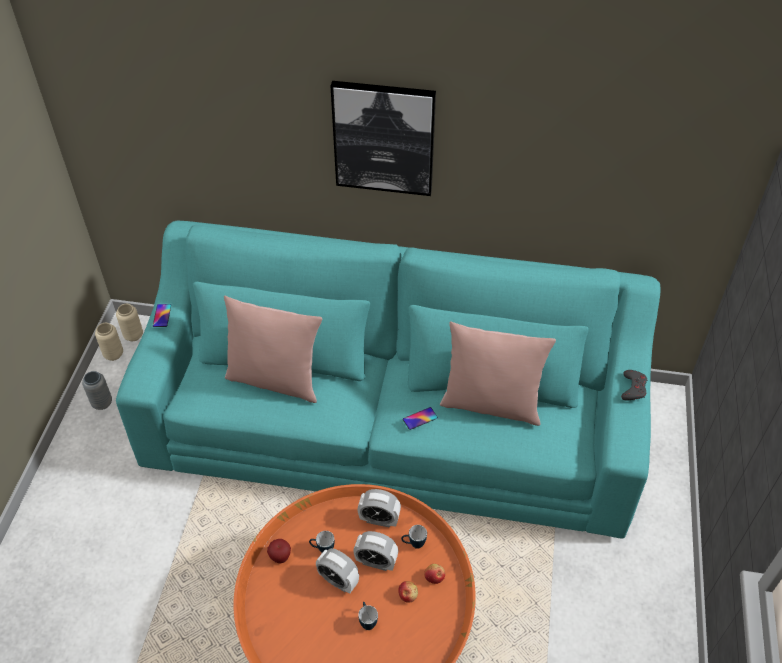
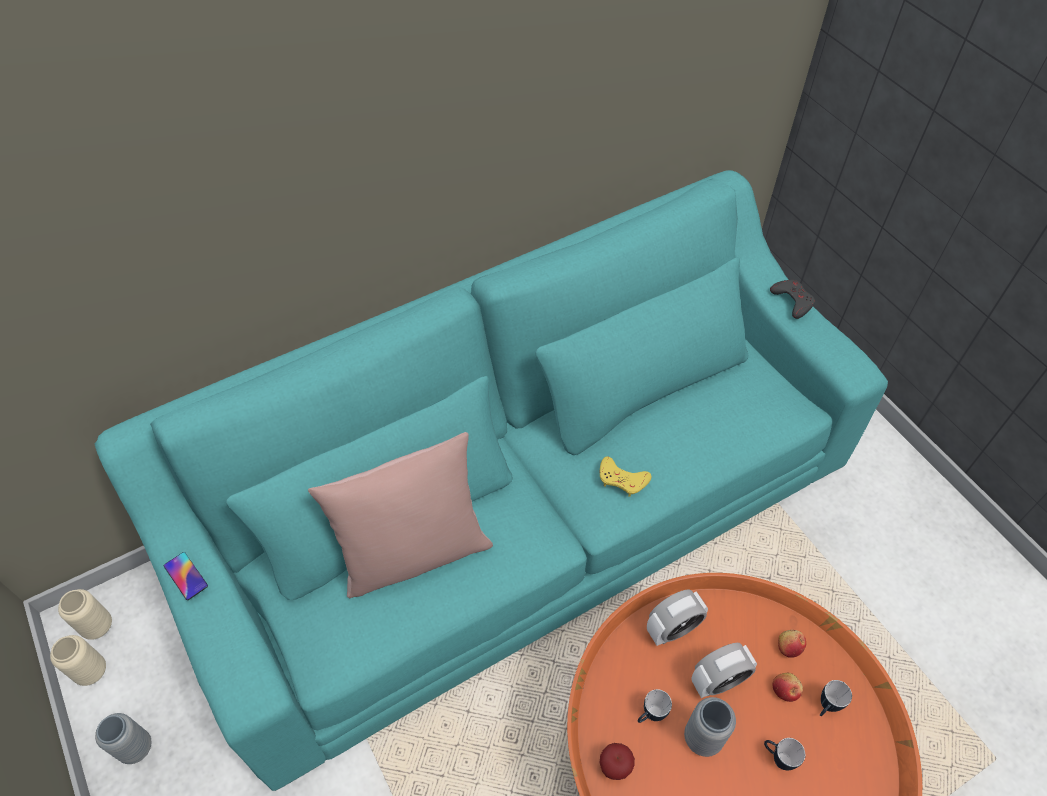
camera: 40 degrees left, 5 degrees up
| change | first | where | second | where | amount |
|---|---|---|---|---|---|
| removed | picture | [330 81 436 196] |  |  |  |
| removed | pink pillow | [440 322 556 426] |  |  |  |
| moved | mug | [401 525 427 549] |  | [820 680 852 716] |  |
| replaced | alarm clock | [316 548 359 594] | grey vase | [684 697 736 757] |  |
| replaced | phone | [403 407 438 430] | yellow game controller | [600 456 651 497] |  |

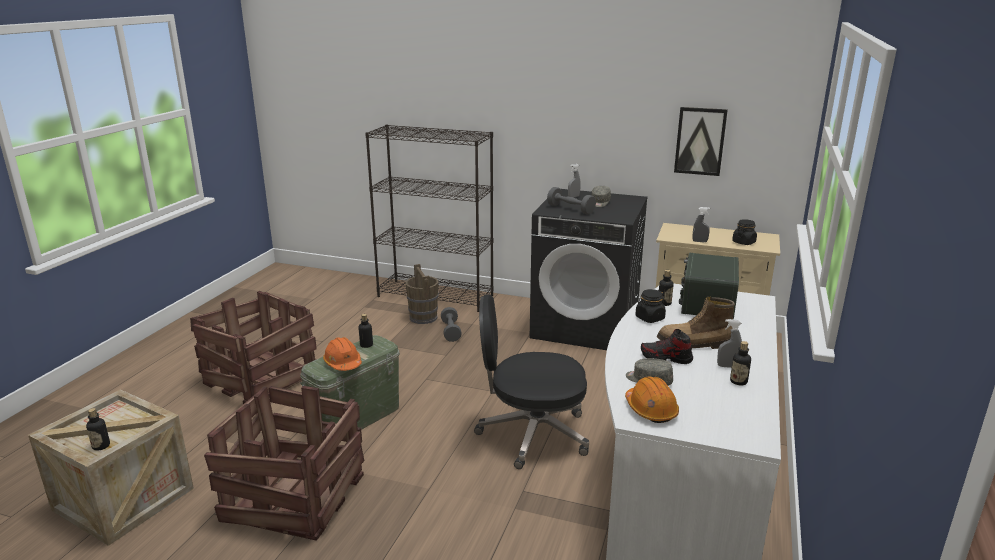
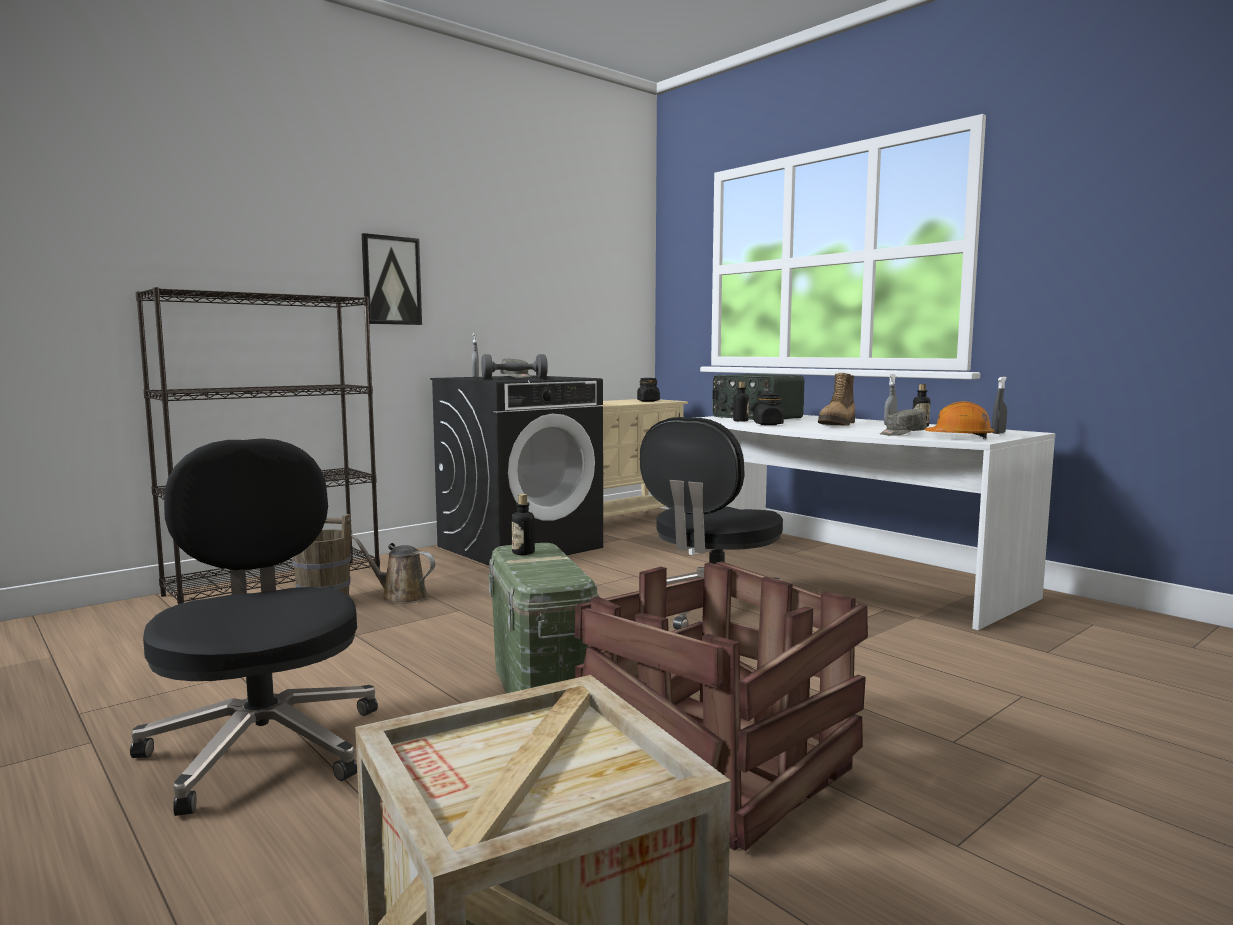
camera: 60 degrees left, 15 degrees down
| change | first | where | second | where | amount |
|---|---|---|---|---|---|
| removed | bottle | [86 408 110 451] |  |  |  |
| removed | orange hard hat | [323 337 362 371] |  |  |  |
| removed | shoe | [641 329 693 364] |  |  |  |
| moved | picture | [674 107 728 176] |  | [361 233 422 325] |  |
| moved | grey spray bottle | [693 207 710 242] |  | [992 376 1007 434] |  |
| replaced | crate | [190 291 317 404] | black office chair | [130 438 378 816] |  |
| replaced | grey dumbbell | [441 307 462 342] | brown watering can | [351 535 436 604] |  |

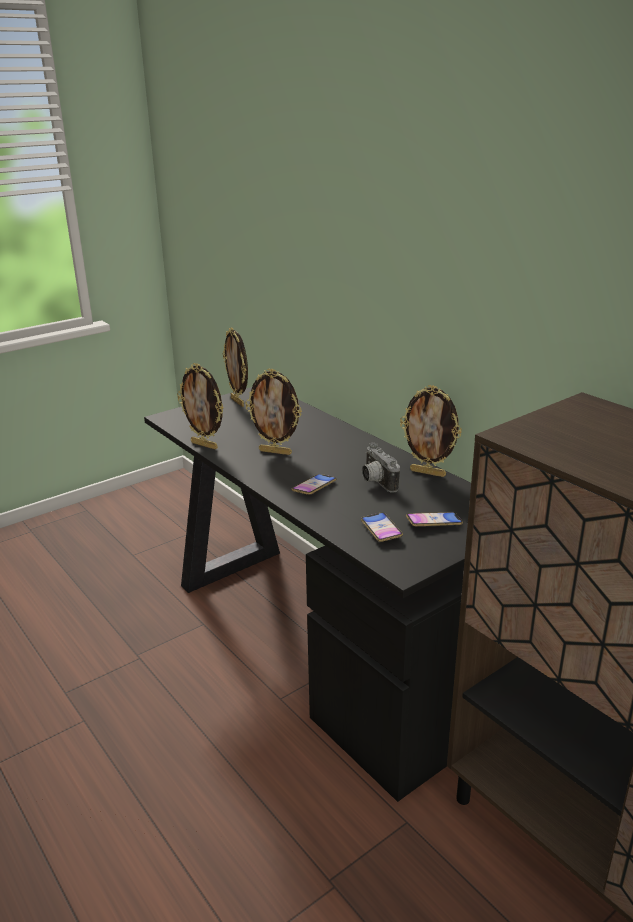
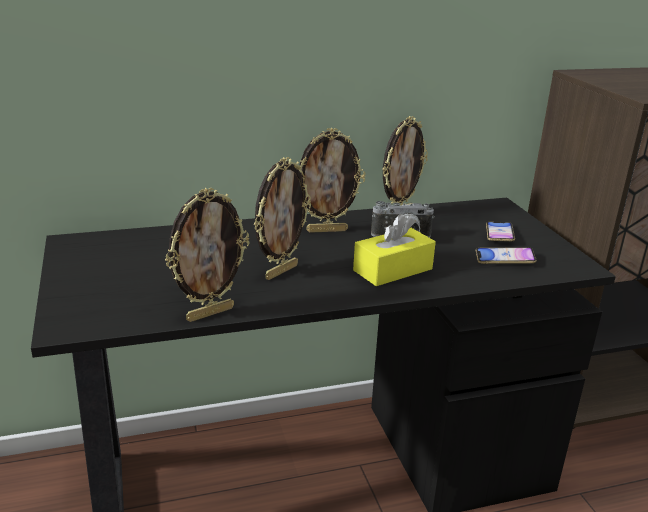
camera: 70 degrees left, 0 degrees up
| change | first | where | second | where | amount |
|---|---|---|---|---|---|
| moved | picture frame | [223 327 248 407] |  | [299 128 365 233] |  |
| replaced | phone | [292 474 337 495] | yellow tissue box | [353 214 436 286] |  |

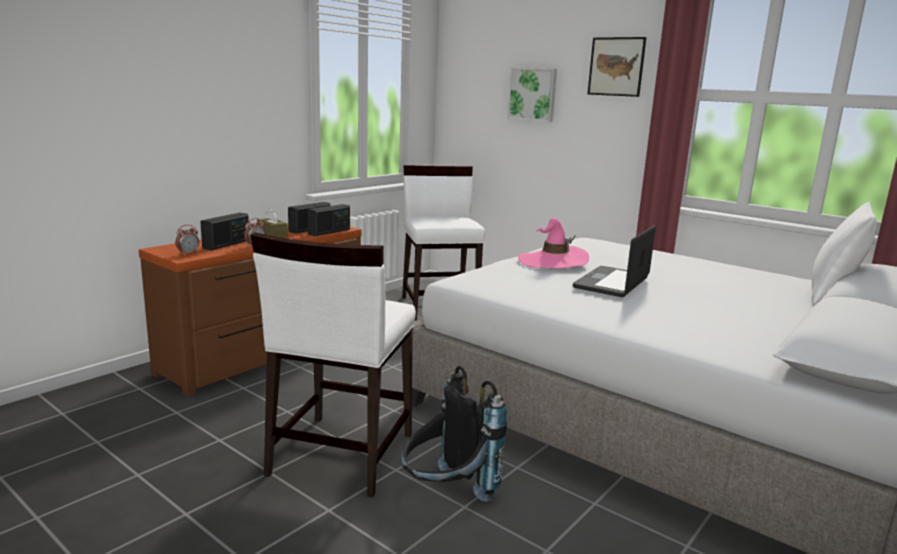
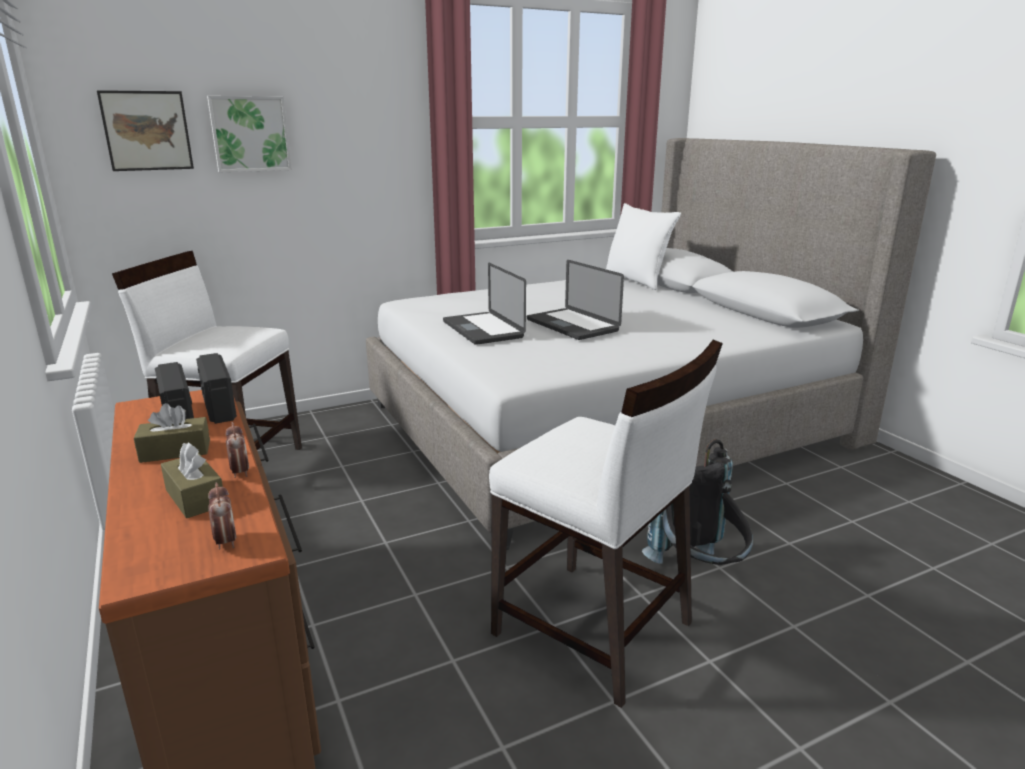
camera: 65 degrees left, 5 degrees up
| change | first | where | second | where | amount |
|---|---|---|---|---|---|
| moved | picture | [588 37 646 97] |  | [97 90 194 171] |  |
| replaced | radio | [200 213 249 250] | brown tissue box | [161 442 224 518] |  |
| replaced | pink hat | [518 218 589 268] | laptop | [443 263 526 345] |  |

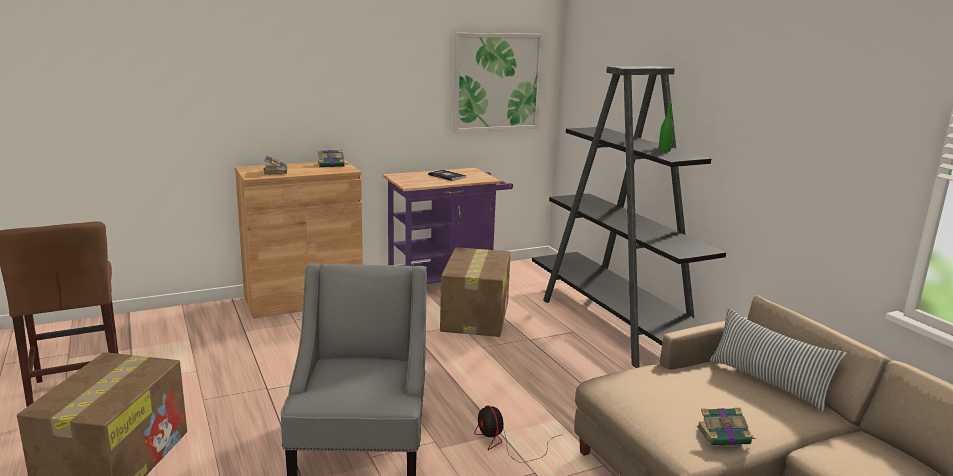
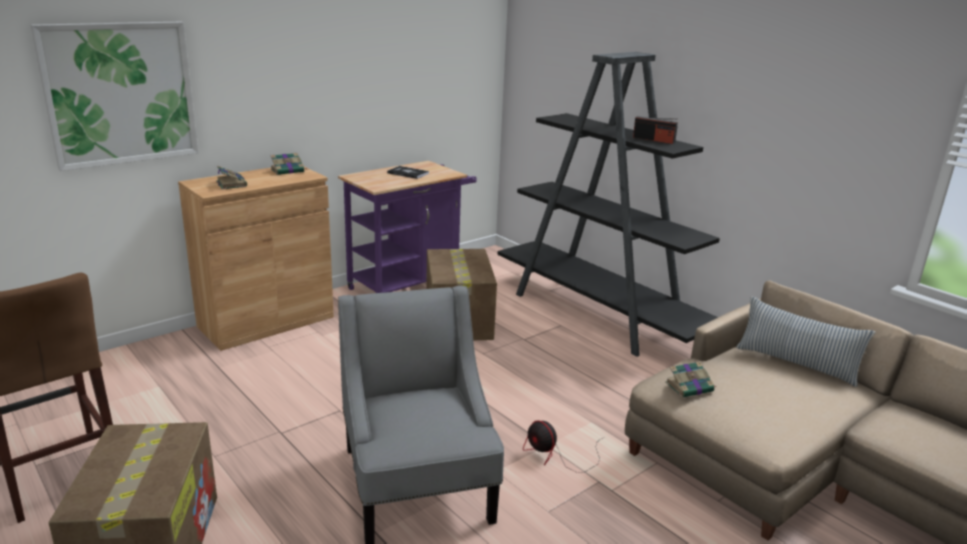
camera: 15 degrees left, 5 degrees up
| change | first | where | second | where | amount |
|---|---|---|---|---|---|
| moved | picture | [453 33 544 133] |  | [31 22 199 171] |  |
| moved | book | [697 408 756 446] |  | [665 361 716 398] |  |
| replaced | green bottle | [659 102 674 152] | radio | [633 116 678 144] |  |

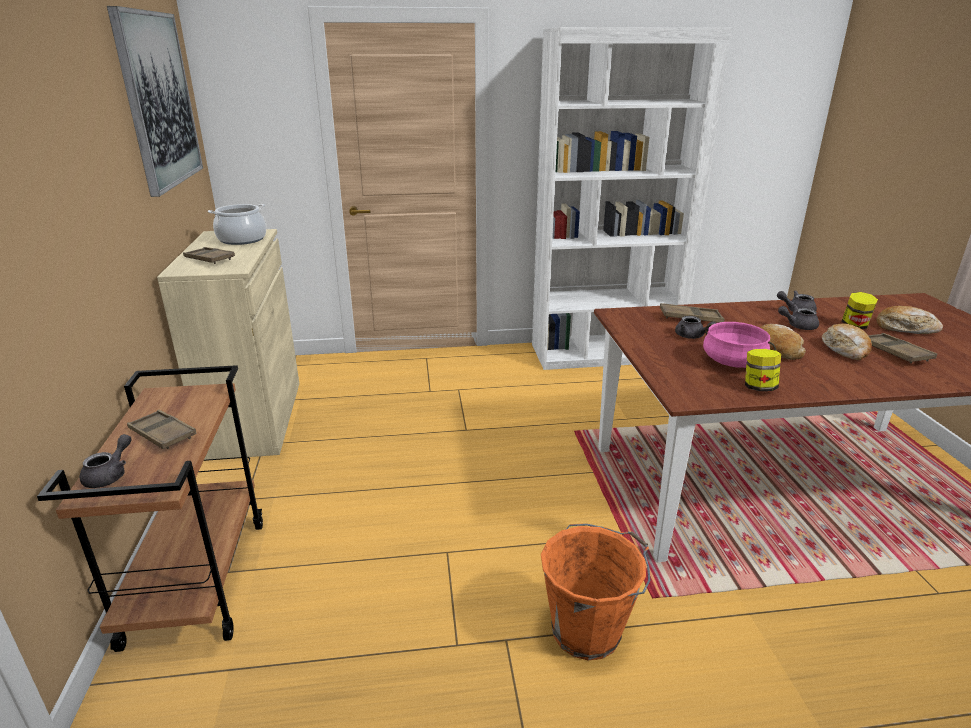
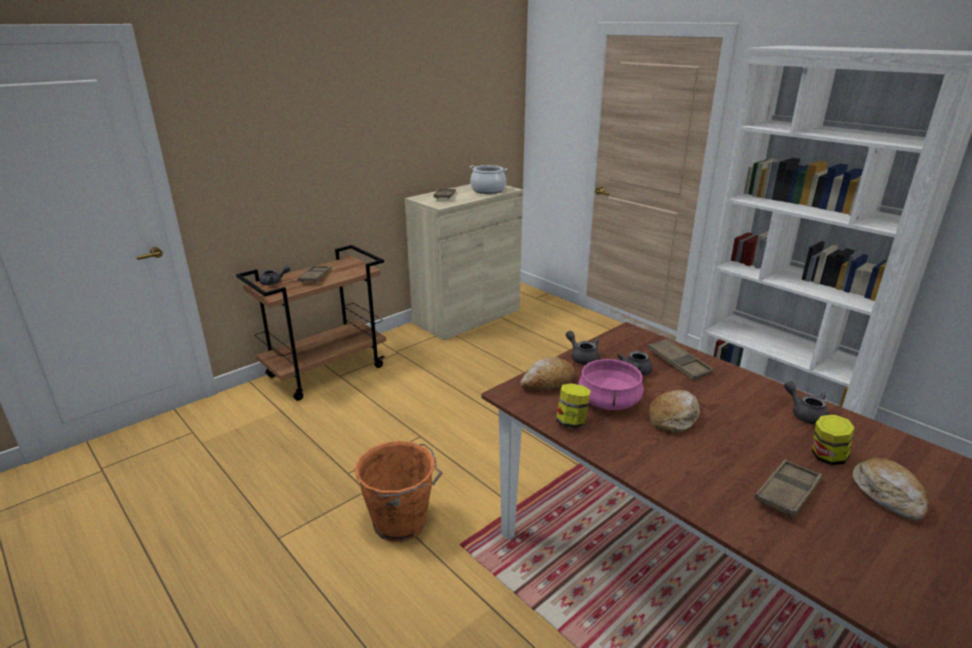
camera: 55 degrees right, 0 degrees up
| change | first | where | second | where | amount |
|---|---|---|---|---|---|
| removed | picture | [107 6 203 197] |  |  |  |
| moved | grey teapot | [778 304 819 330] |  | [566 331 600 365] |  |
| moved | bread | [822 323 872 360] |  | [520 357 575 391] |  |

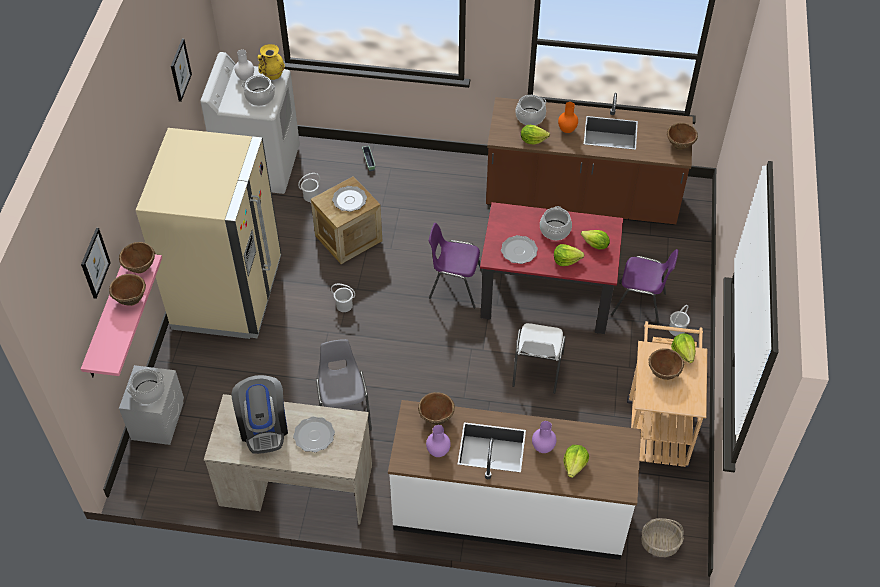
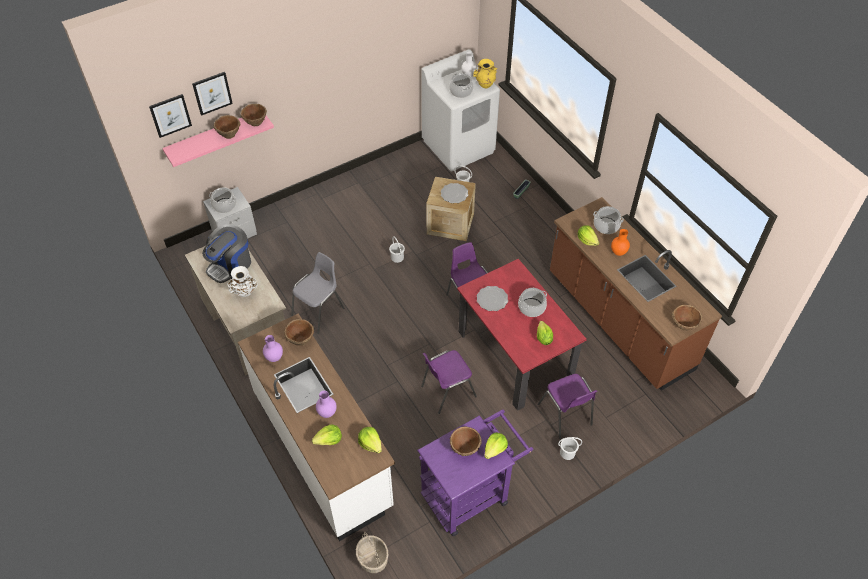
camera: 50 degrees right, 0 degrees up
| change | first | where | second | where | amount |
|---|---|---|---|---|---|
| removed | beige fridge | [136 128 281 339] |  |  |  |
| moved | picture | [171 39 192 102] |  | [149 94 192 138] |  |
| moved | lettuce | [554 244 584 266] |  | [358 427 382 453] |  |
| replaced | plate | [293 417 335 452] | white vase | [227 266 258 297] |  |
| recoloured | white chair | [512 323 566 394] | purple chair | [421 350 477 414] |  |
| recoloured | beige cart | [627 321 707 467] | purple cart | [417 410 533 536] |  |

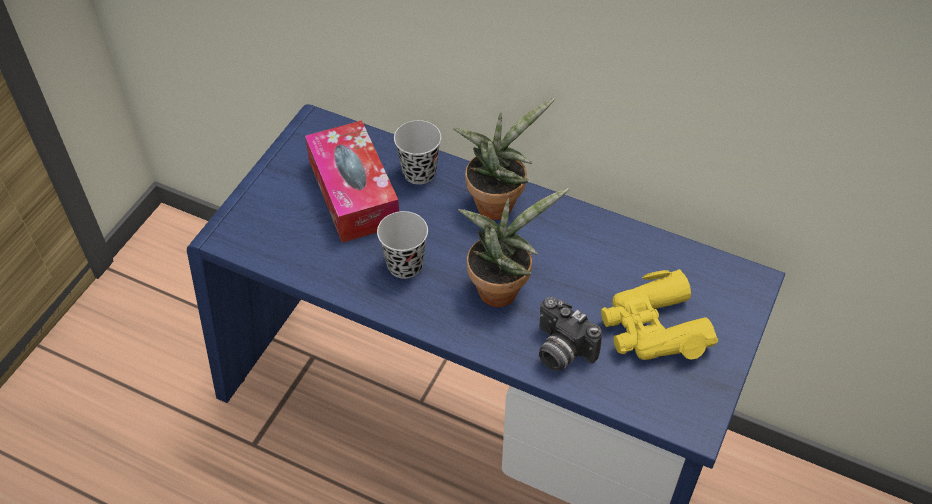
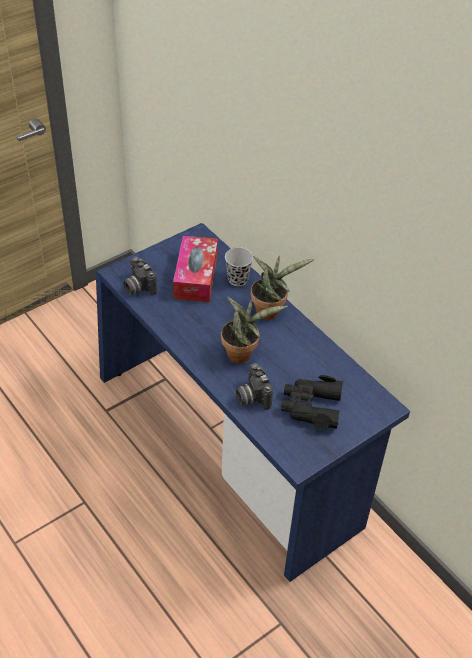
camera: 25 degrees right, 5 degrees down
| change | first | where | second | where | amount |
|---|---|---|---|---|---|
| removed | black cup | [377 211 428 279] |  |  |  |
| added |  |  | photo camera | [123 257 157 296] |  |
| recoloured | yellow binoculars | [601 269 718 360] | black binoculars | [281 375 343 430] |  |

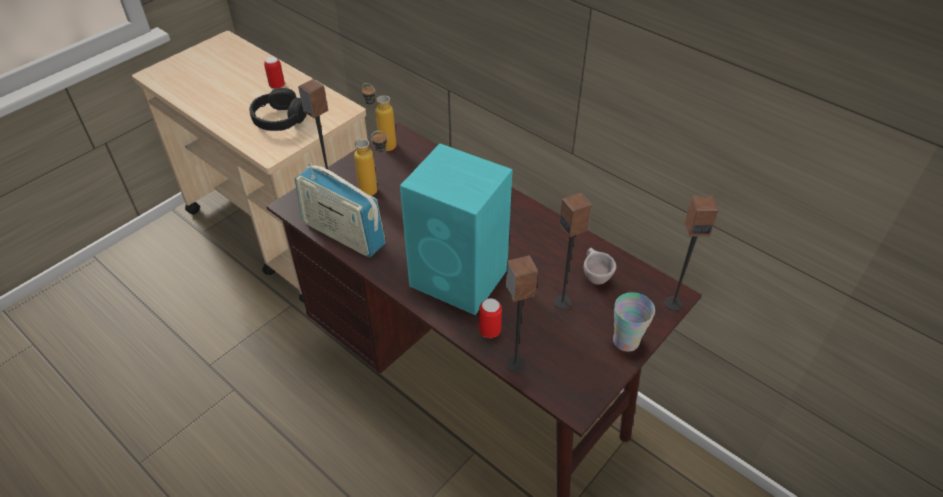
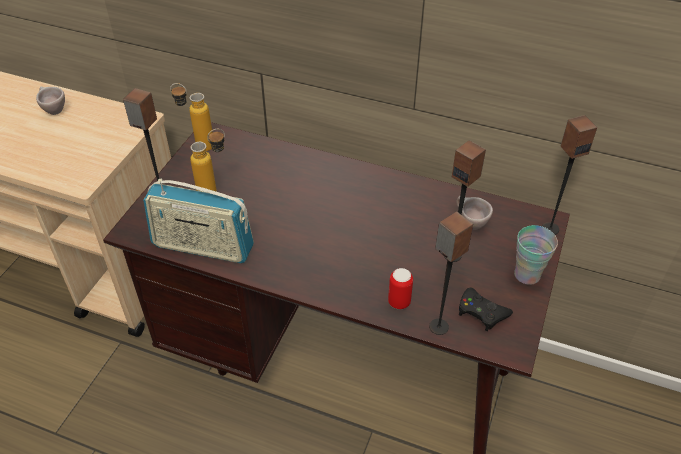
camera: 20 degrees left, 0 degrees up
| change | first | where | second | where | amount |
|---|---|---|---|---|---|
| removed | black headphones | [249 88 307 131] |  |  |  |
| removed | turquoise speaker | [400 144 513 315] |  |  |  |
| added |  |  | black game controller | [459 287 513 331] |  |
| replaced | can | [264 57 285 89] | beige cup | [36 87 65 115] |  |

